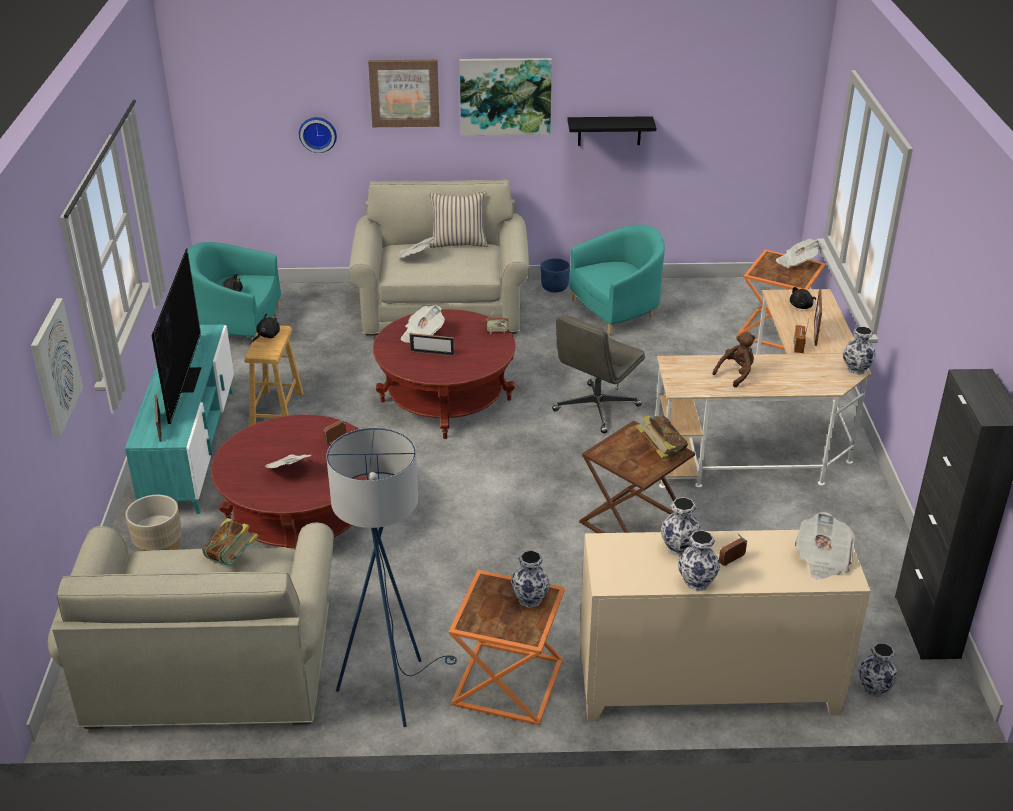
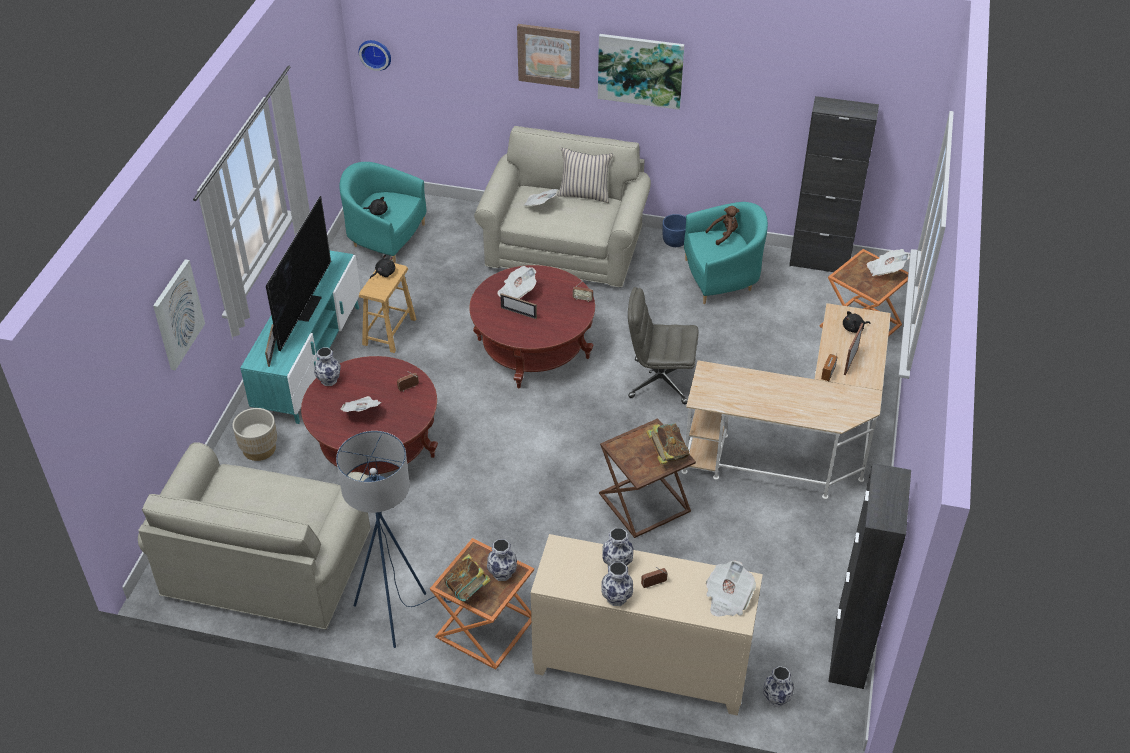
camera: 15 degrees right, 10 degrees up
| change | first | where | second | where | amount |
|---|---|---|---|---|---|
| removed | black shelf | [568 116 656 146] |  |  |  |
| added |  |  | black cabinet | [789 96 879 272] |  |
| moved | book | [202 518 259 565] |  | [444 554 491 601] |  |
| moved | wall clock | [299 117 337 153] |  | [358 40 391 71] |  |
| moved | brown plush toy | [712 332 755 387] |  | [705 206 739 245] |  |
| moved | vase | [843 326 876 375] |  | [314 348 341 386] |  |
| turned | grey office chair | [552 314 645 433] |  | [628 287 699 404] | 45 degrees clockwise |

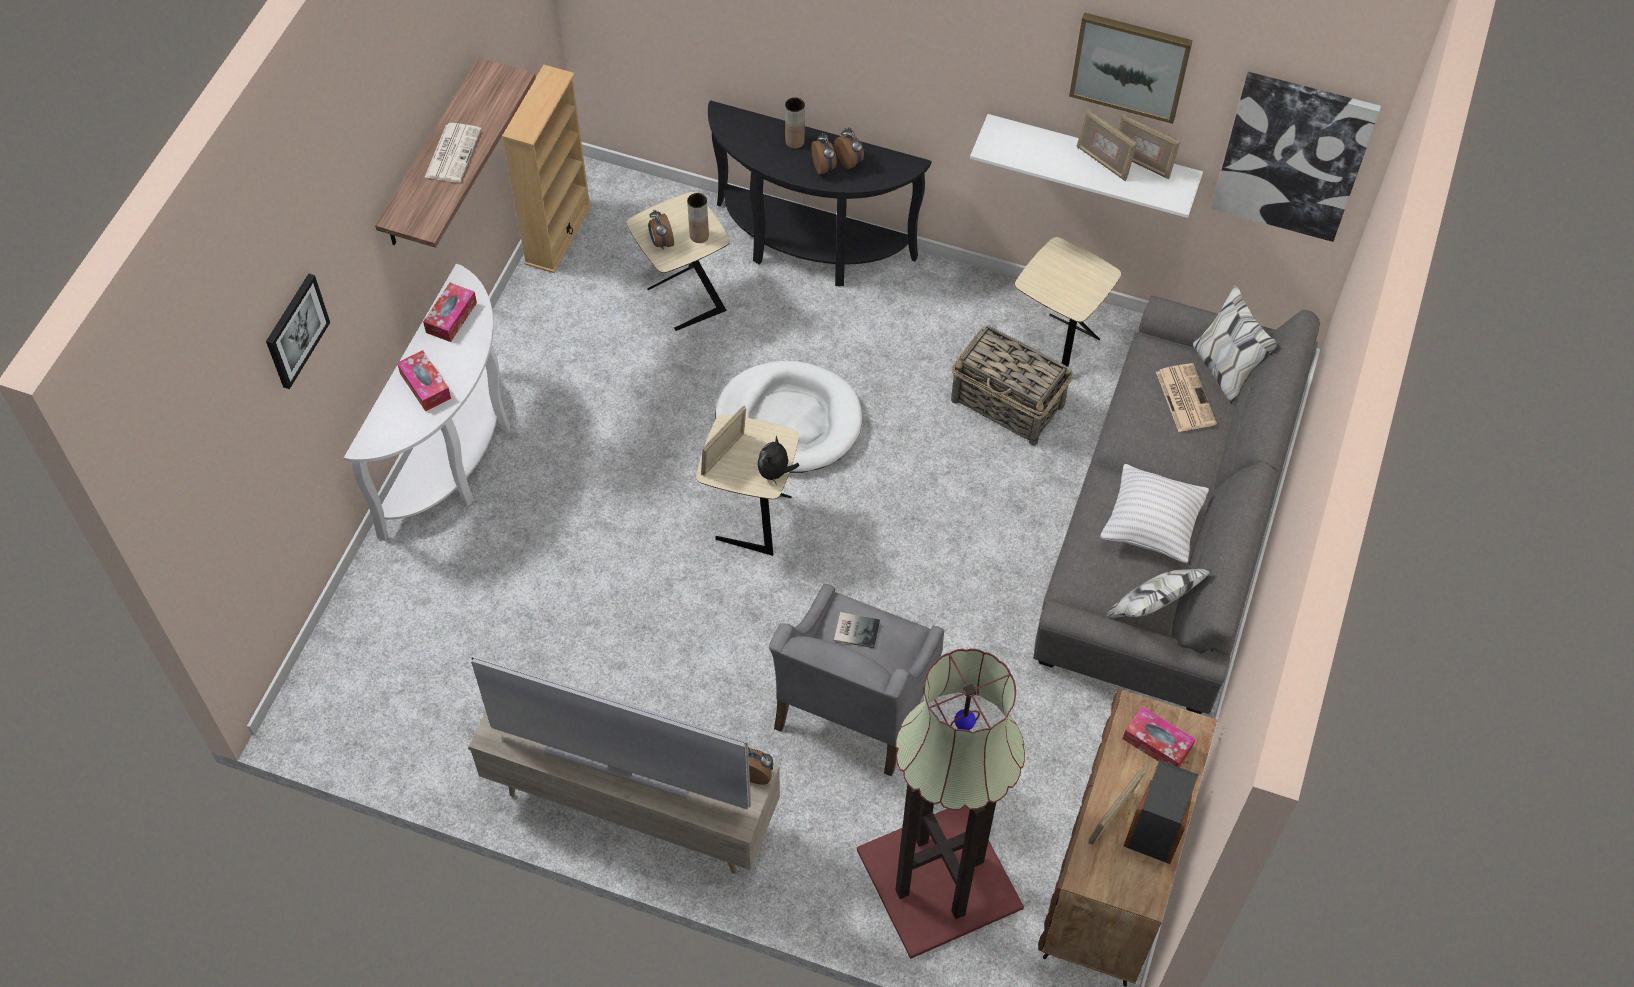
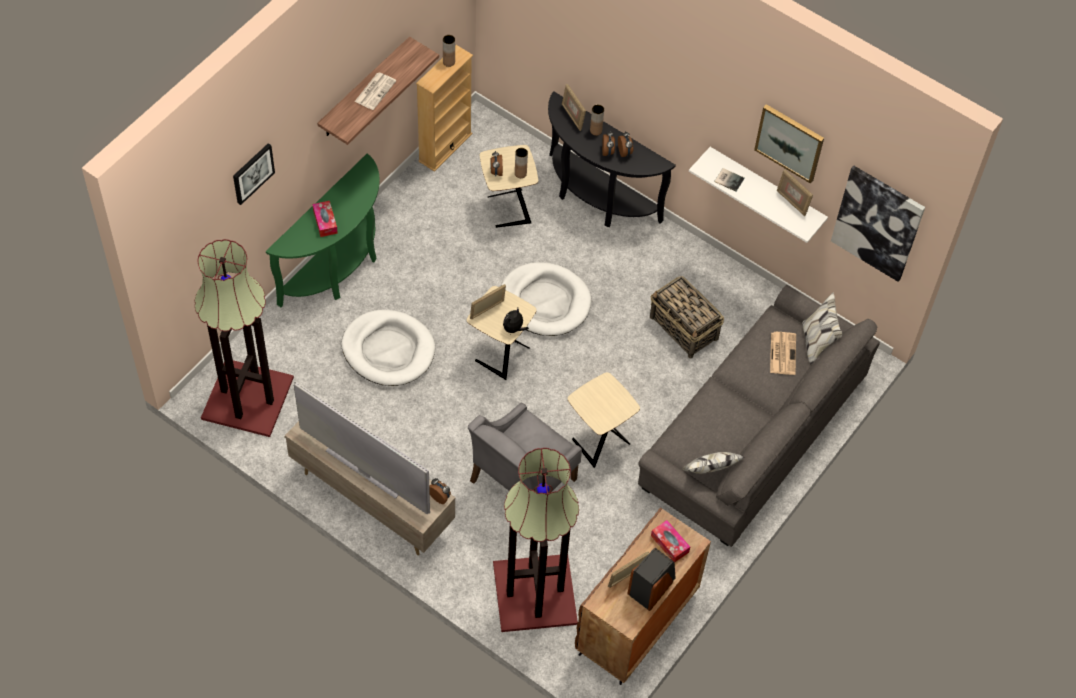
camera: 15 degrees right, 0 degrees up
| change | first | where | second | where | amount |
|---|---|---|---|---|---|
| removed | tissue box | [423 283 477 342] |  |  |  |
| removed | white pillow | [1100 464 1209 563] |  |  |  |
| added |  |  | floor lamp | [194 239 294 437] |  |
| added |  |  | white dog bed | [341 310 435 386] |  |
| added |  |  | brown vase | [443 35 455 67] |  |
| moved | book | [834 612 880 648] |  | [714 168 745 192] |  |
| moved | beige side table | [1015 237 1121 367] |  | [568 372 640 468] |  |
| moved | picture frame | [1077 109 1137 181] |  | [562 84 586 131] |  |
| recoloured | white console table | [344 264 510 541] | green console table | [266 154 380 307] |  |

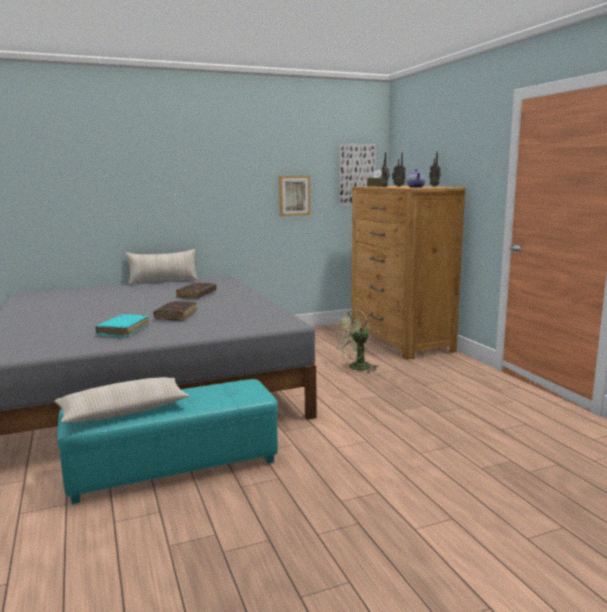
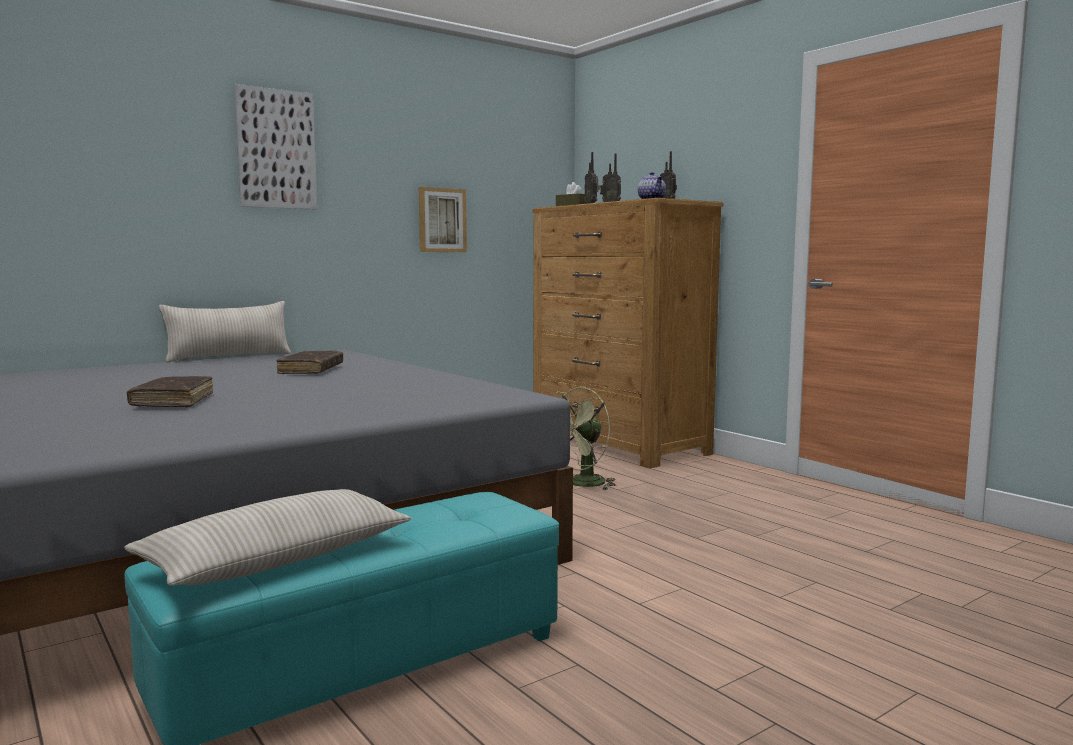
camera: 15 degrees left, 5 degrees down
| change | first | where | second | where | amount |
|---|---|---|---|---|---|
| removed | turquoise book | [95 314 149 337] |  |  |  |
| moved | brown book | [153 301 197 321] |  | [127 376 213 407] |  |
| moved | picture | [338 144 376 206] |  | [234 84 317 209] |  |

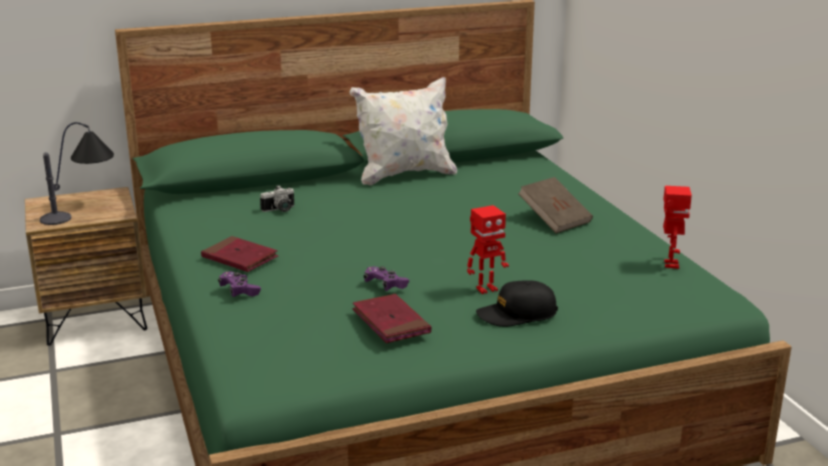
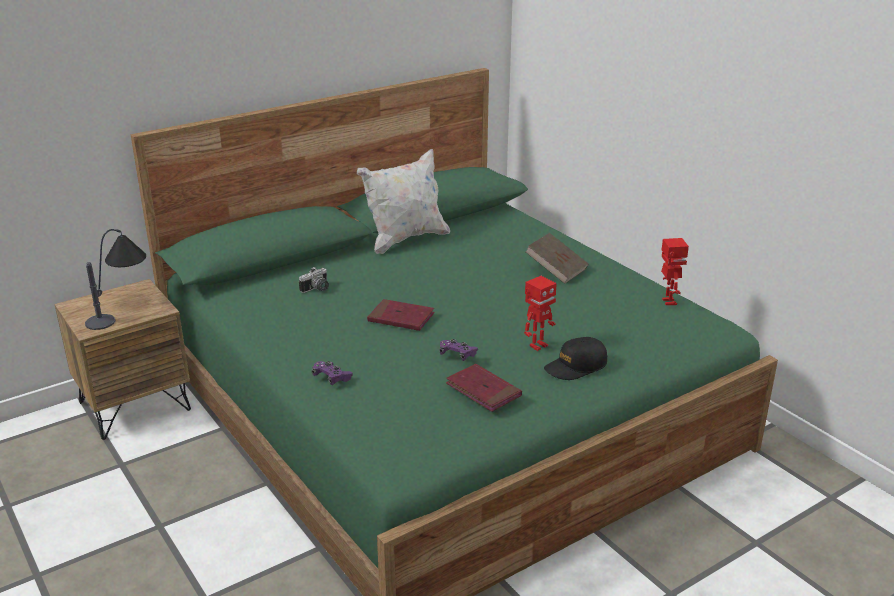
camera: 15 degrees left, 5 degrees up
| change | first | where | second | where | amount |
|---|---|---|---|---|---|
| moved | red book | [201 236 278 272] |  | [367 299 435 331] |  |

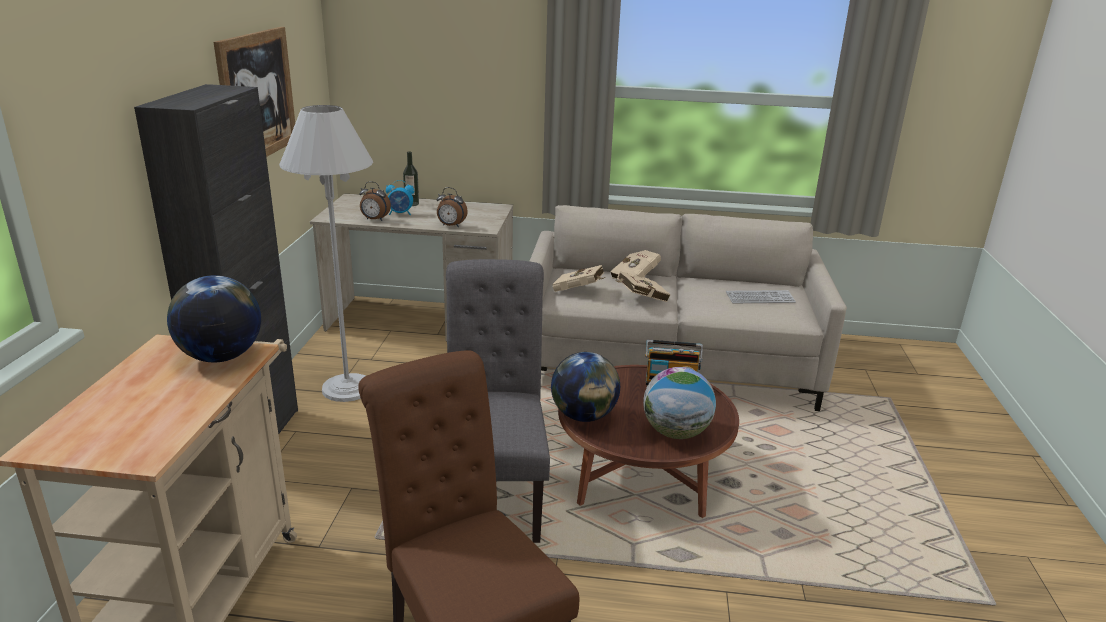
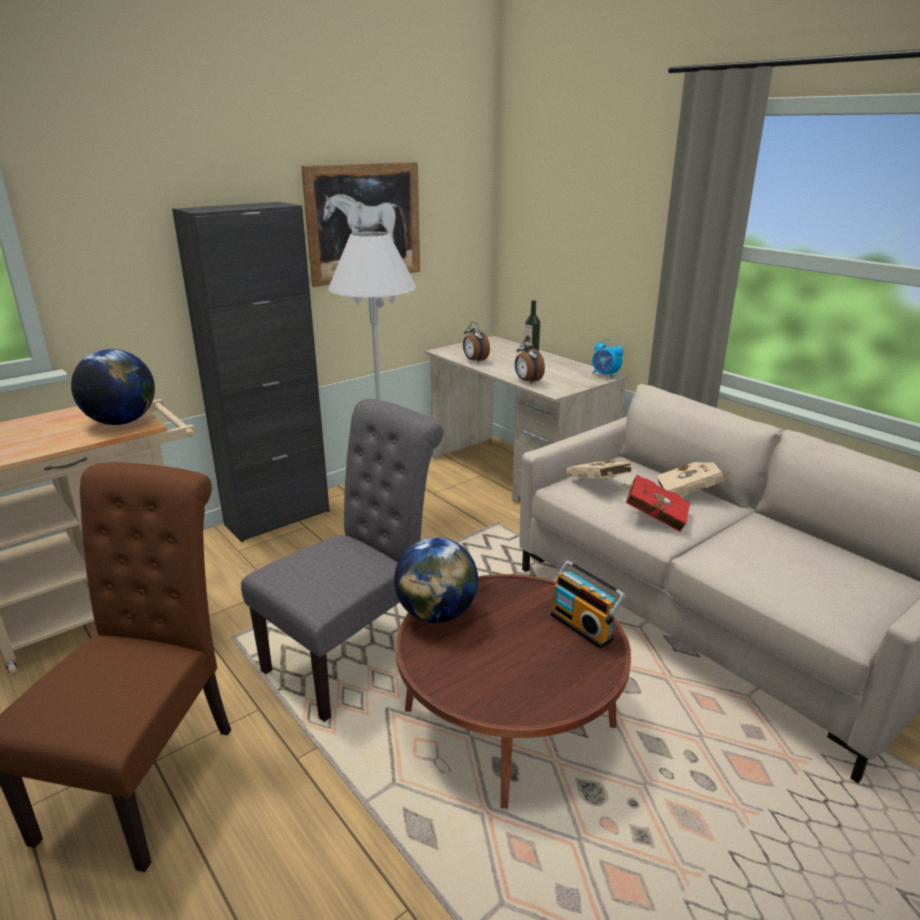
camera: 45 degrees right, 0 degrees up
| change | first | where | second | where | amount |
|---|---|---|---|---|---|
| removed | globe | [643 367 716 439] |  |  |  |
| removed | keyboard | [726 290 796 303] |  |  |  |
| moved | alarm clock | [386 180 414 215] |  | [592 339 624 379] |  |
| recoloured | beige book | [615 271 671 302] | red book | [621 475 690 532] |  |

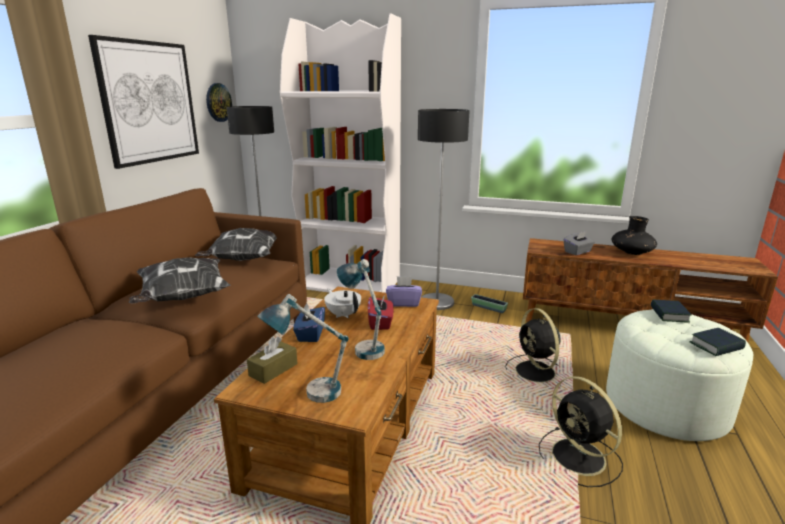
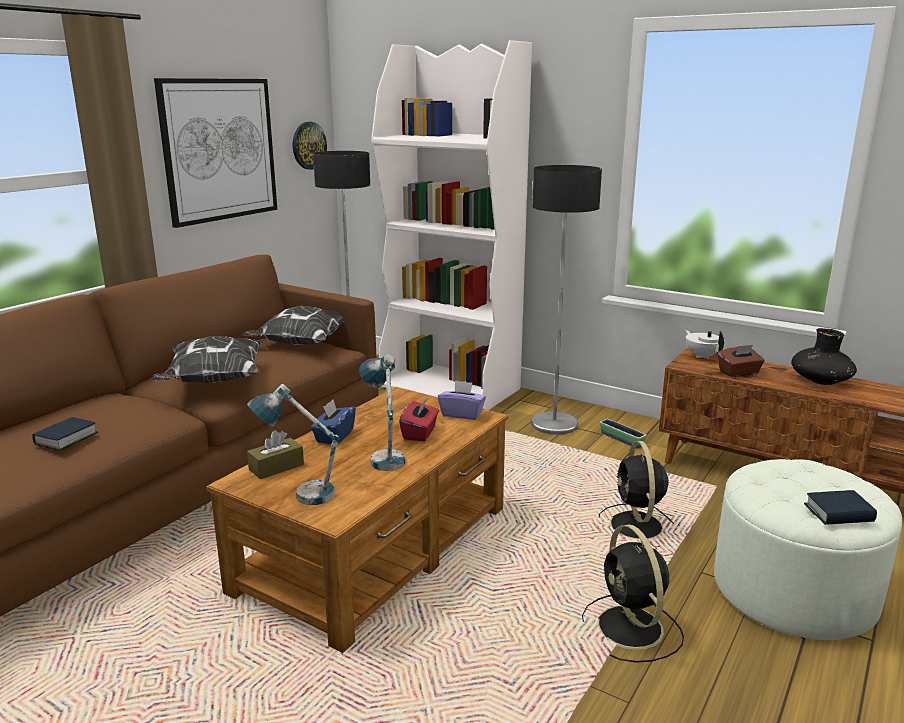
camera: 15 degrees right, 0 degrees up
| change | first | where | second | where | amount |
|---|---|---|---|---|---|
| moved | white teapot | [324 289 361 318] |  | [685 330 724 359] |  |
| moved | book | [651 300 691 323] |  | [32 417 98 451] |  |
| recoloured | grey tissue box | [564 231 595 255] | brown tissue box | [718 345 765 377] |  |

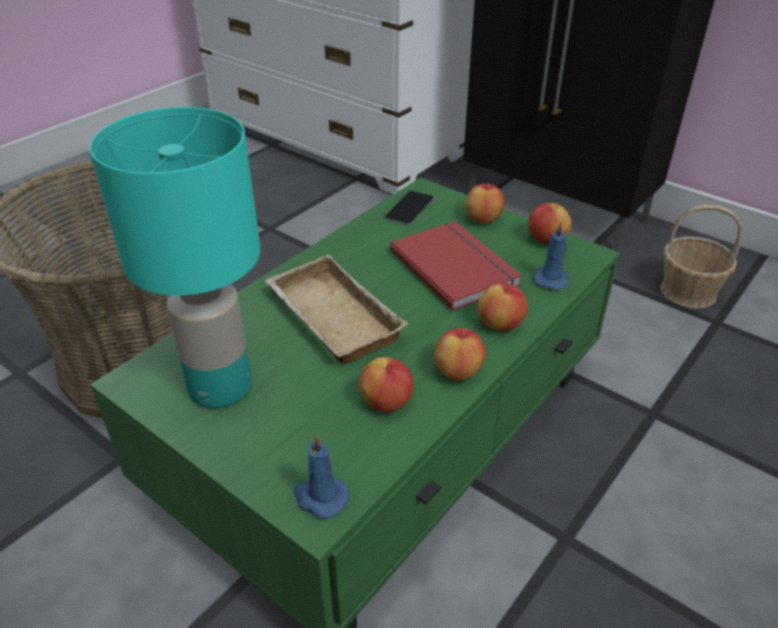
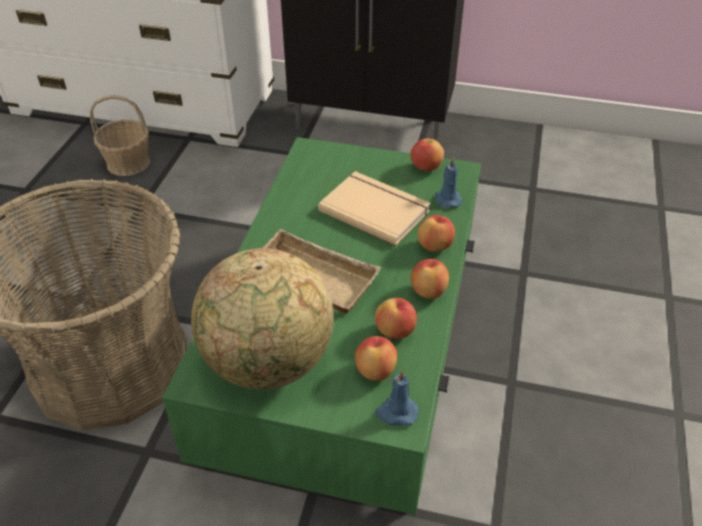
camera: 25 degrees left, 5 degrees up
| change | first | where | second | where | amount |
|---|---|---|---|---|---|
| removed | phone | [385 191 434 225] |  |  |  |
| moved | apple | [465 183 505 224] |  | [355 336 397 381] |  |
| moved | basket | [660 205 742 309] |  | [90 95 150 176] |  |
| replaced | turquoise table lamp | [90 107 260 408] | globe | [191 248 334 389] |  |
| recoloured | red book | [390 221 522 311] | beige book | [318 171 431 246] |  |

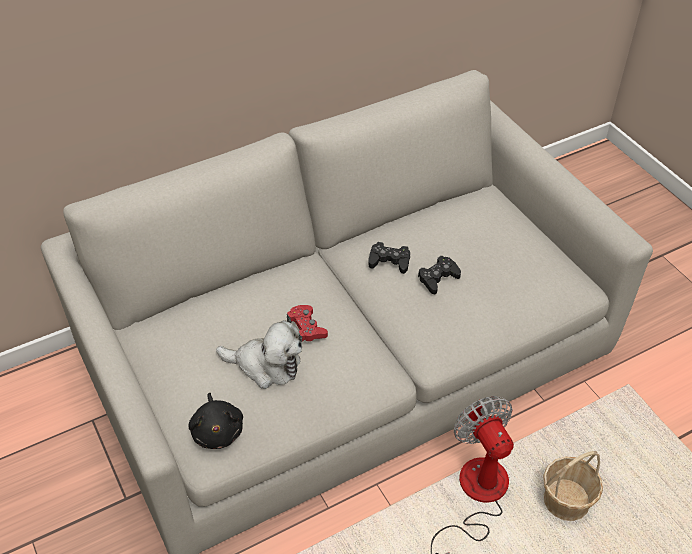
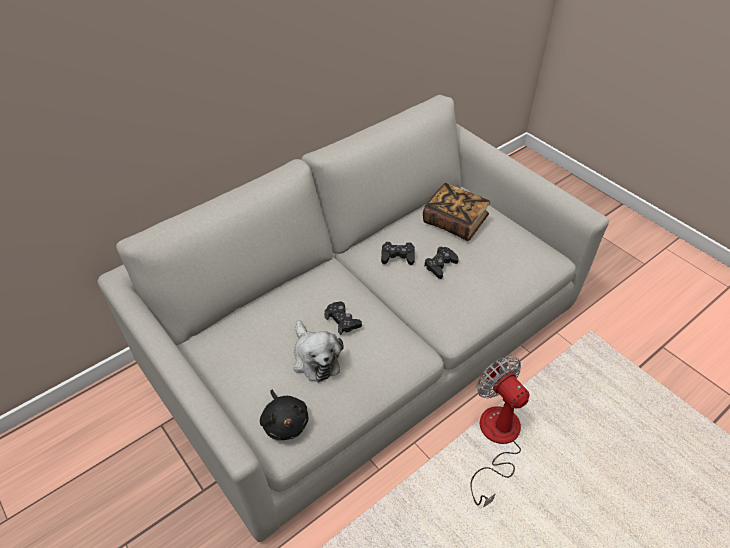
camera: 10 degrees left, 0 degrees up
| change | first | where | second | where | amount |
|---|---|---|---|---|---|
| removed | basket | [543 451 603 521] |  |  |  |
| added |  |  | book | [423 183 490 241] |  |
| recoloured | red game controller | [287 305 328 343] | black game controller | [324 302 362 335] |  |
| turned | plush toy | [216 320 302 389] |  | [294 320 344 383] | 60 degrees clockwise |

